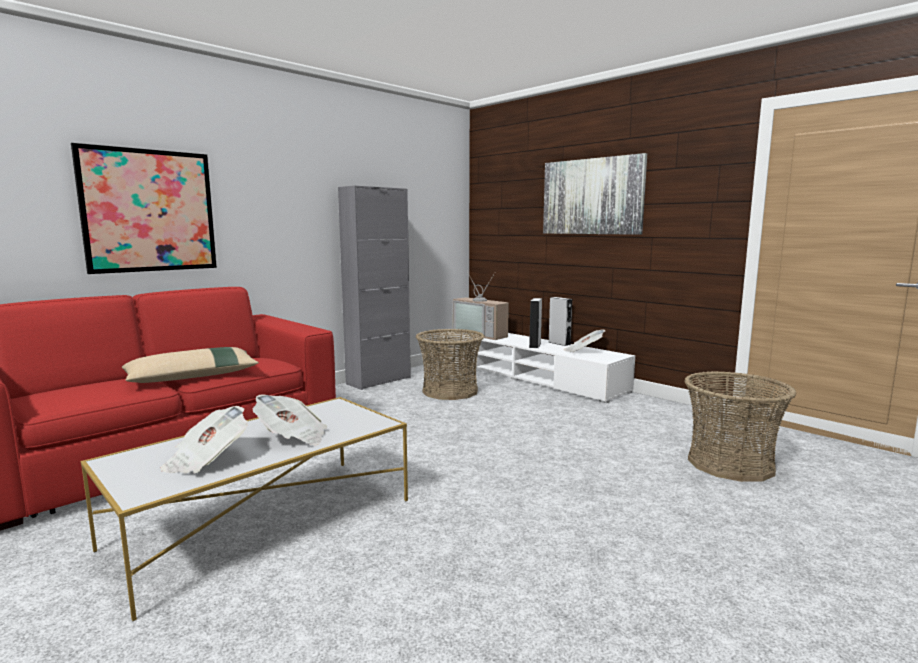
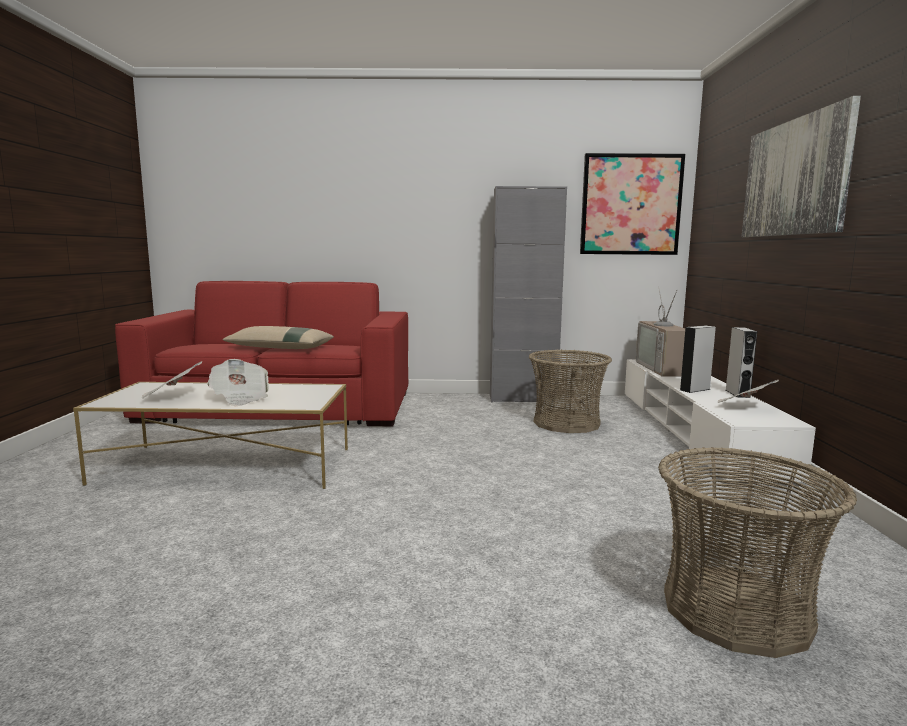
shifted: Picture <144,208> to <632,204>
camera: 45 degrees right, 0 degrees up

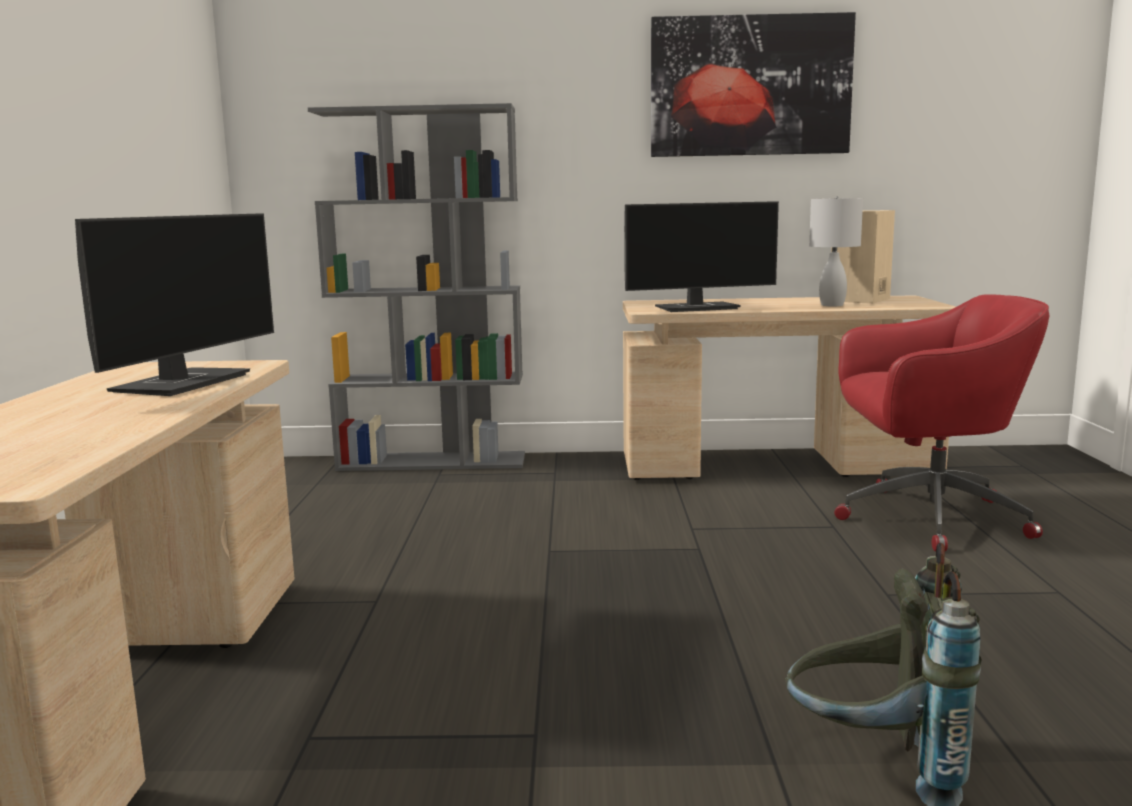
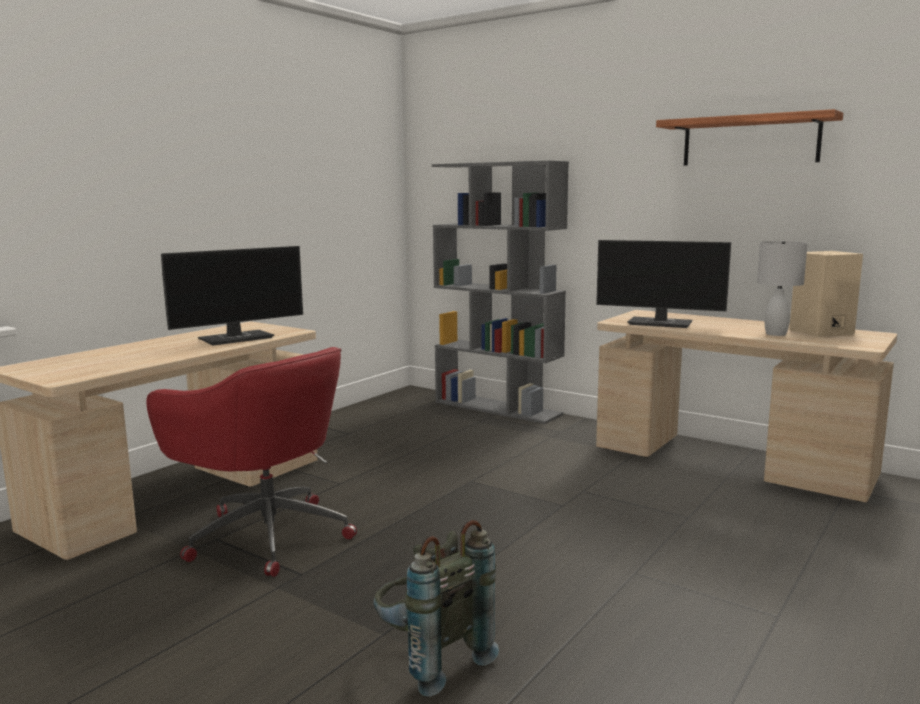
shifted: RedOfficeChair <942,422> to <252,462>
swapped: Picture <753,84> to Shelf <749,137>
camera: 35 degrees right, 0 degrees up

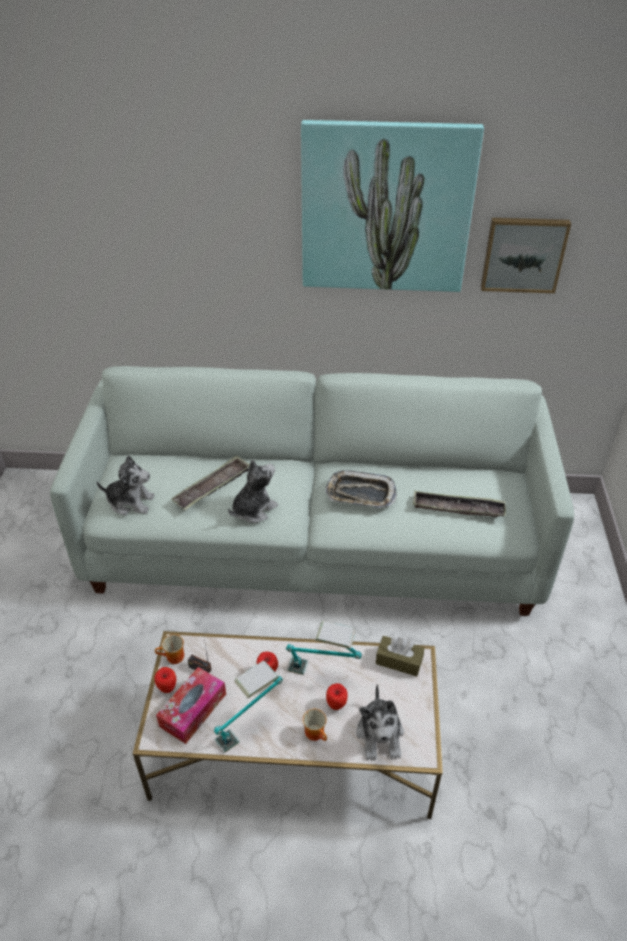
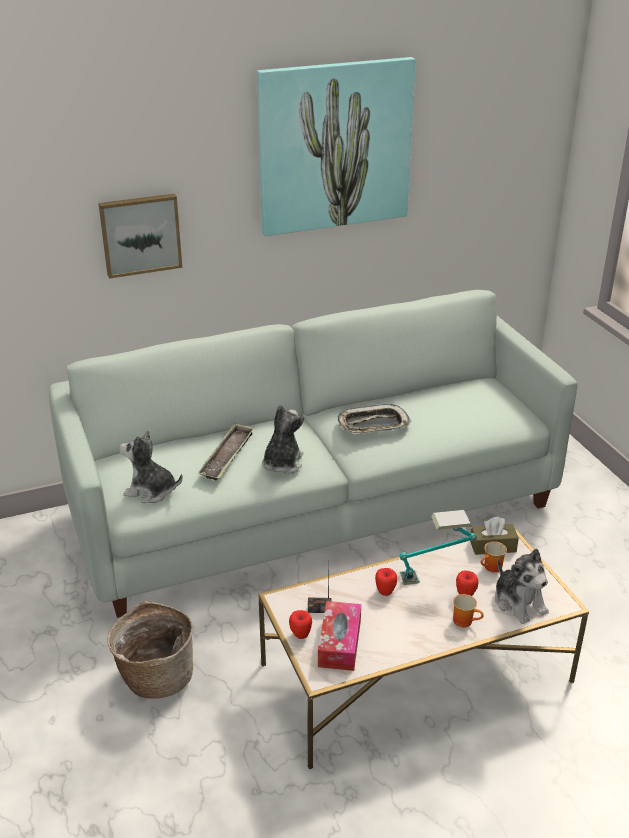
gone: Tray <459,504>; TableLamp <248,706>
new: Basket <150,650>
shifted: Picture <526,255> to <140,236>; Mug <169,649> to <494,556>
rotated: PlushToy <125,485> = <151,466> 150 degrees counterclockwise
camera: 25 degrees left, 10 degrees down

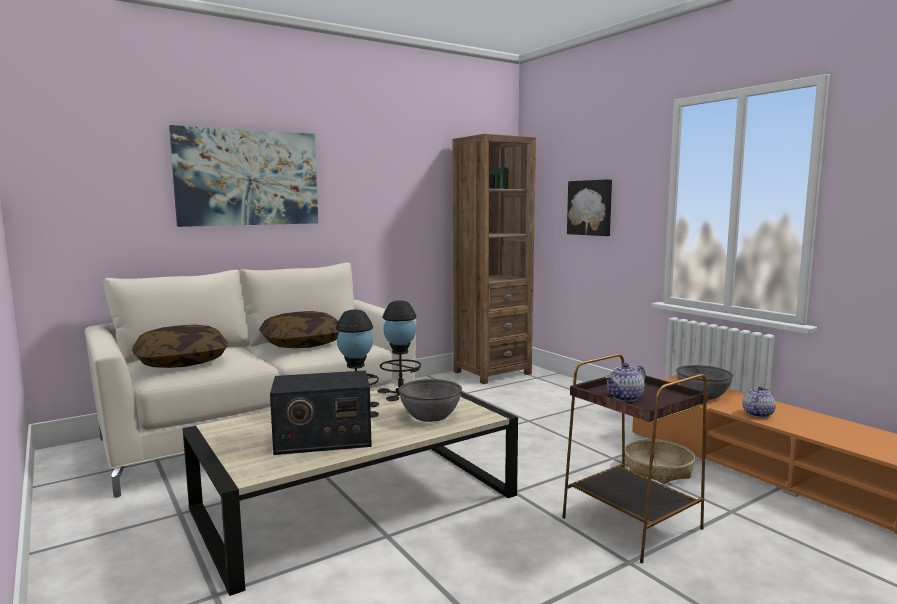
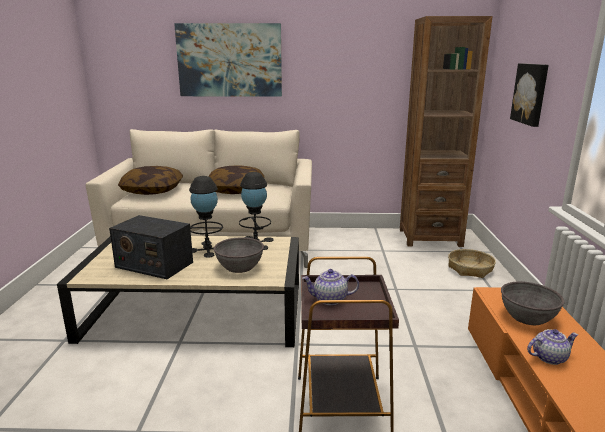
shifted: Basket <660,461> to <472,263>
camera: 35 degrees right, 10 degrees up

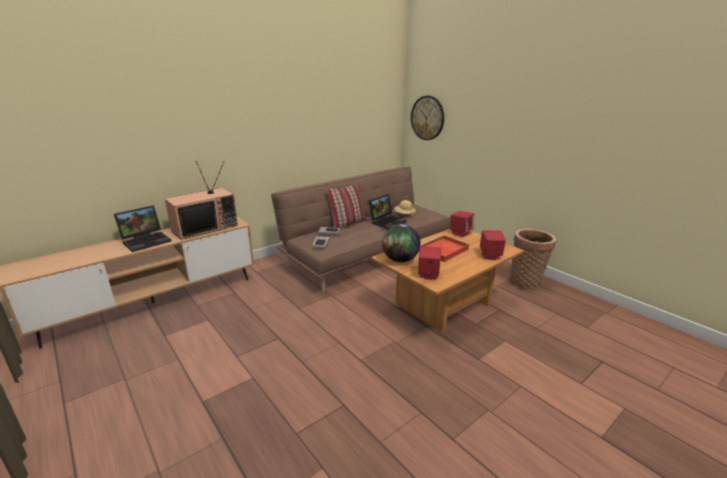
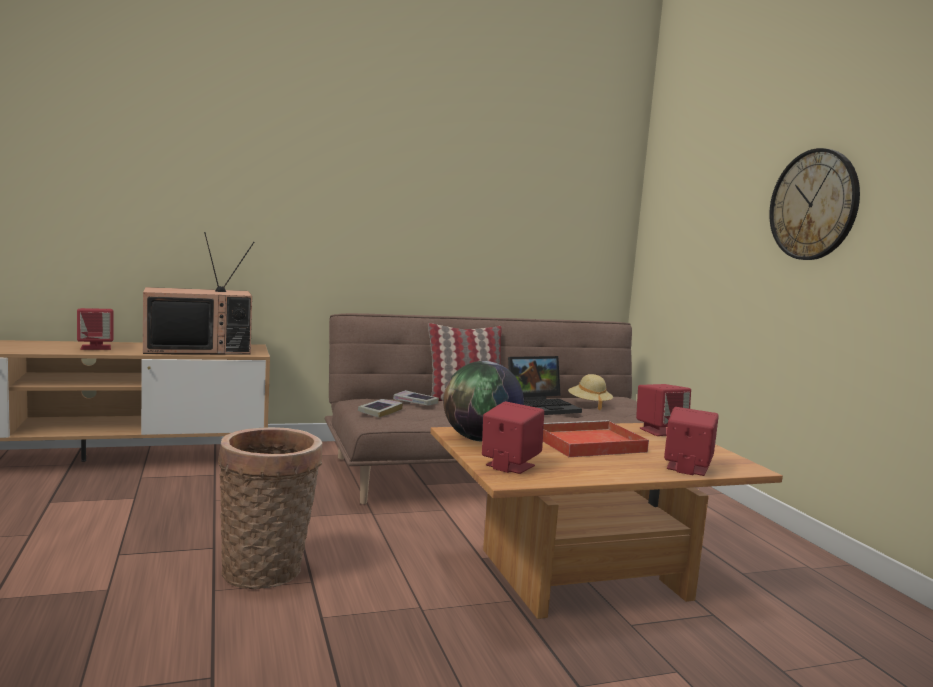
shifted: WallClock <427,118> to <814,204>; Basket <532,259> to <270,508>
swapped: Laptop <142,228> to RedSpeaker <95,329>
camera: 20 degrees right, 15 degrees down

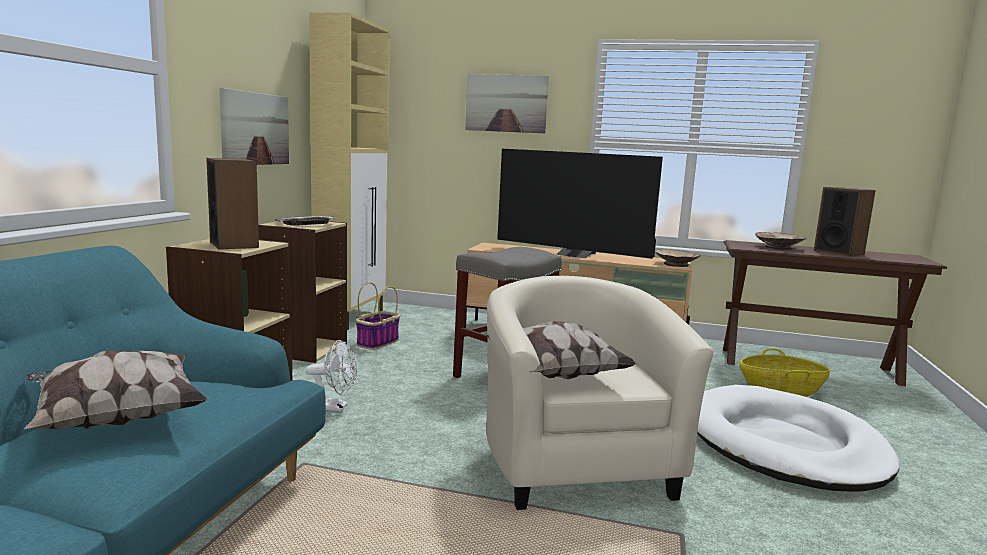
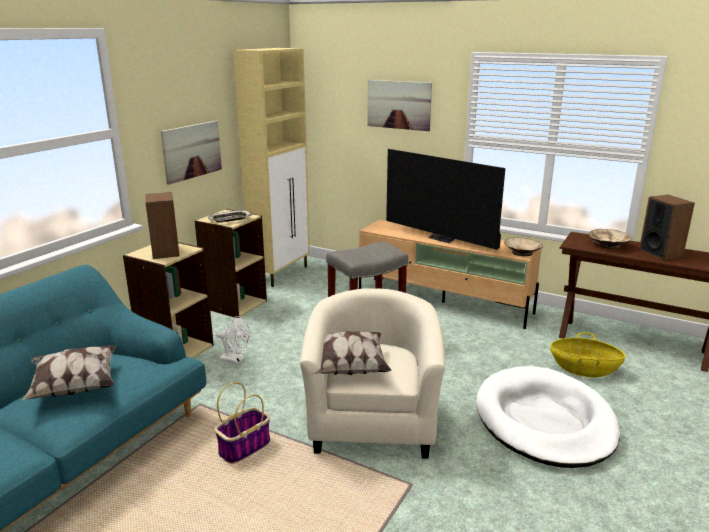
shifted: Basket <378,316> to <242,423>
camera: 15 degrees right, 10 degrees up

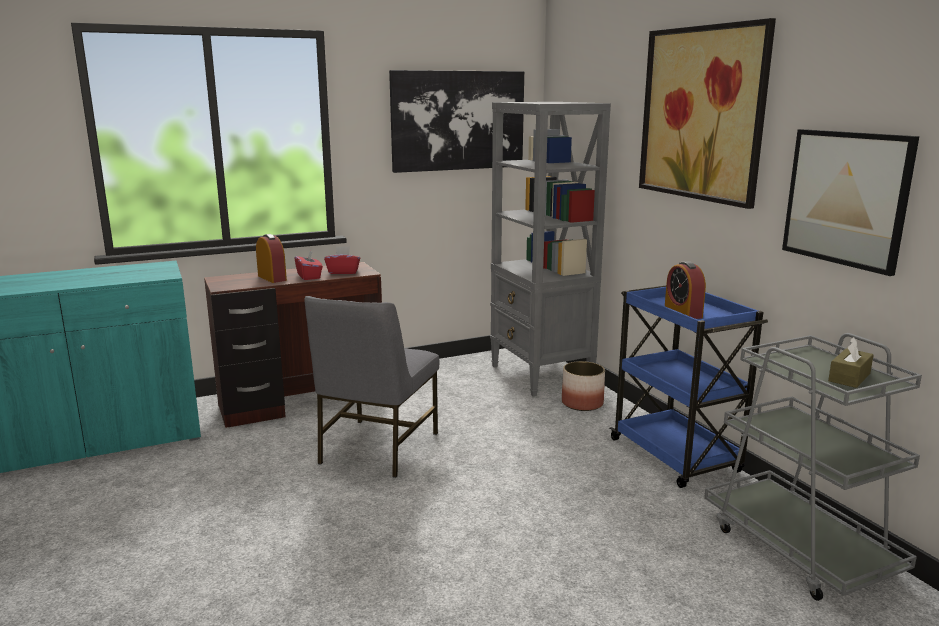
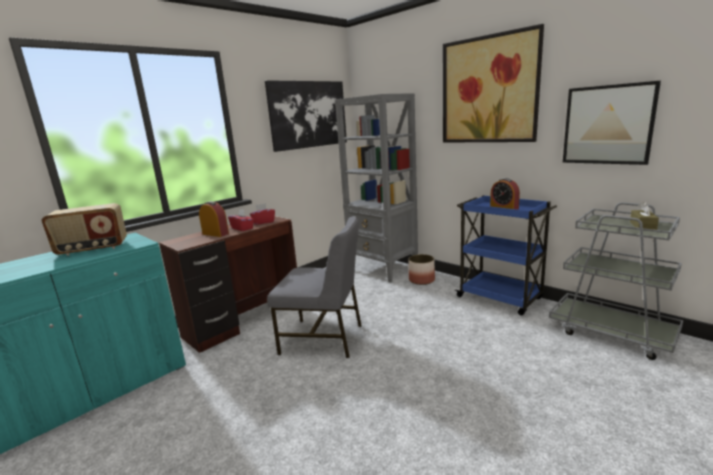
new: Radio <84,229>
rotated: GreyChair <371,387> = <314,287> 75 degrees counterclockwise
camera: 20 degrees left, 0 degrees up

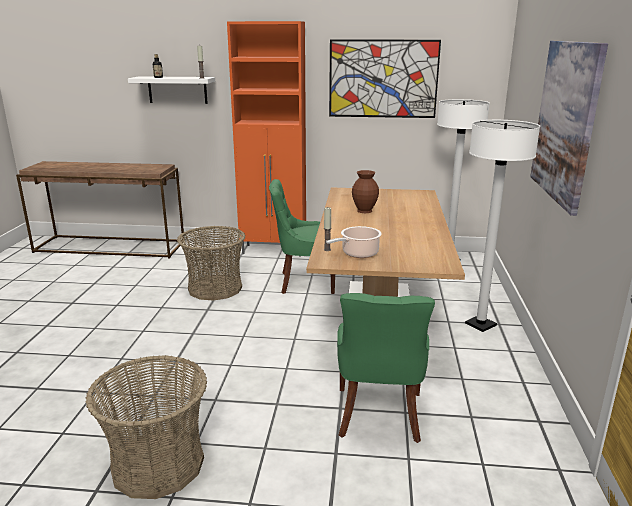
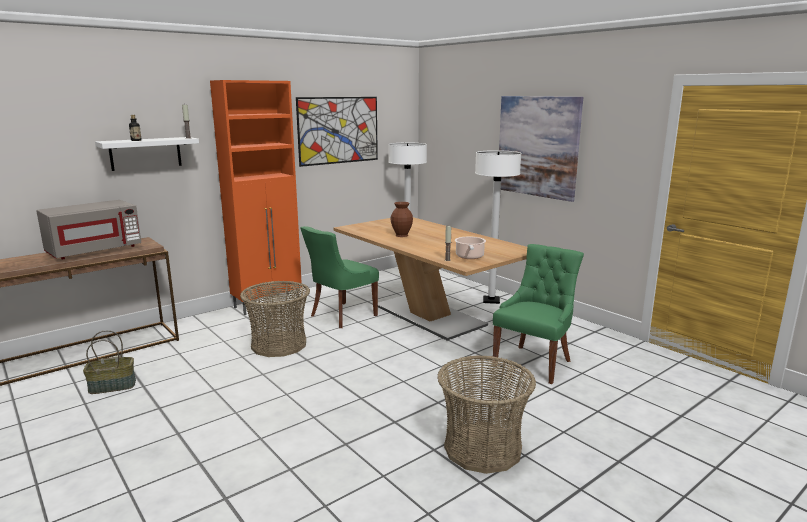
new: GreyMicrowave <88,229>; Basket <109,362>
rotated: GreenChair <386,368> = <538,314> 105 degrees counterclockwise
camera: 45 degrees left, 5 degrees down

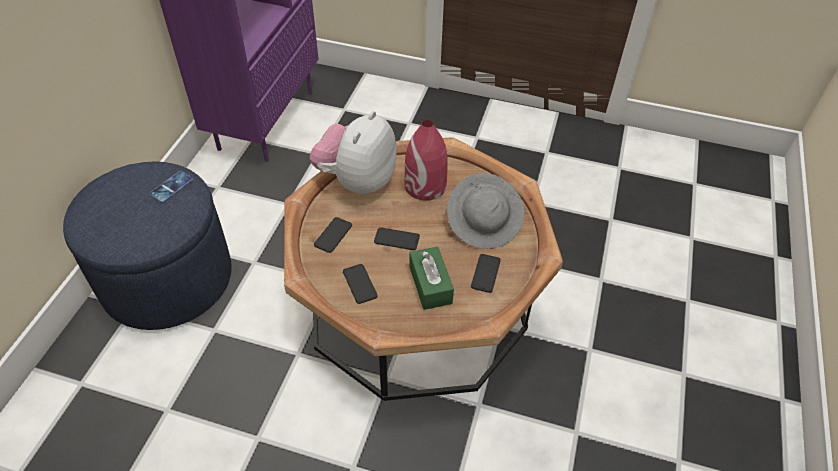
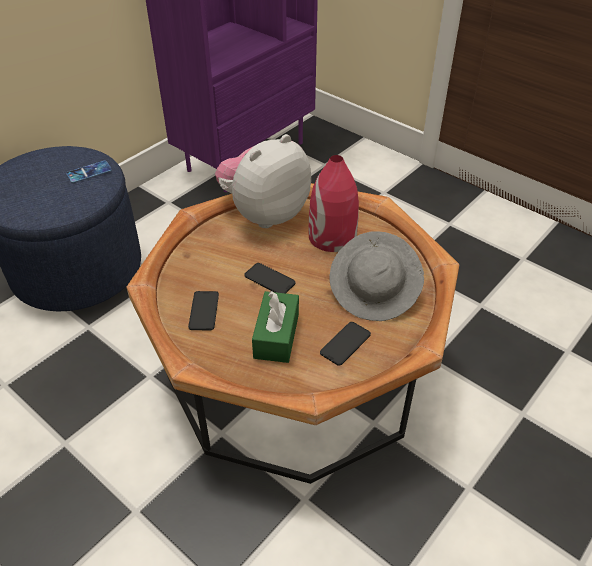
gone: Phone <333,235>
camera: 25 degrees right, 5 degrees down

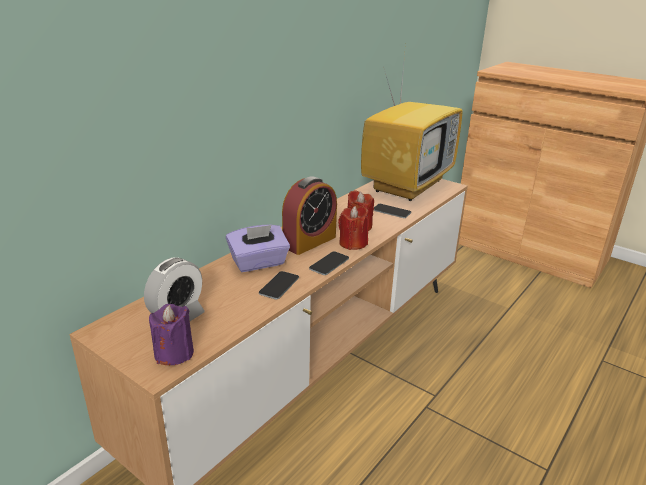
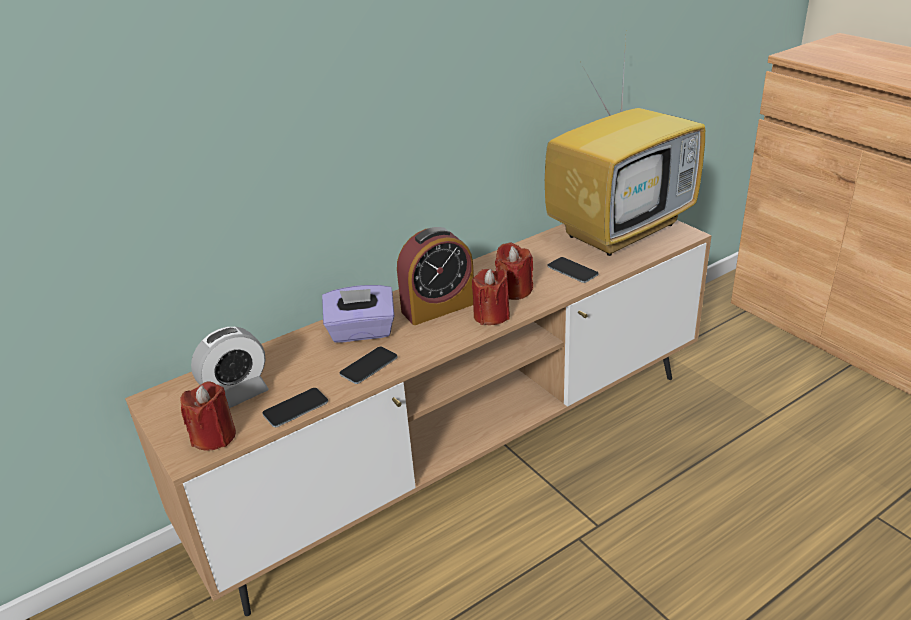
shifted: Phone <329,263> to <295,407>
repainted: PurpleCandle <171,334> to RedCandle <208,416>
camera: 20 degrees right, 5 degrees up

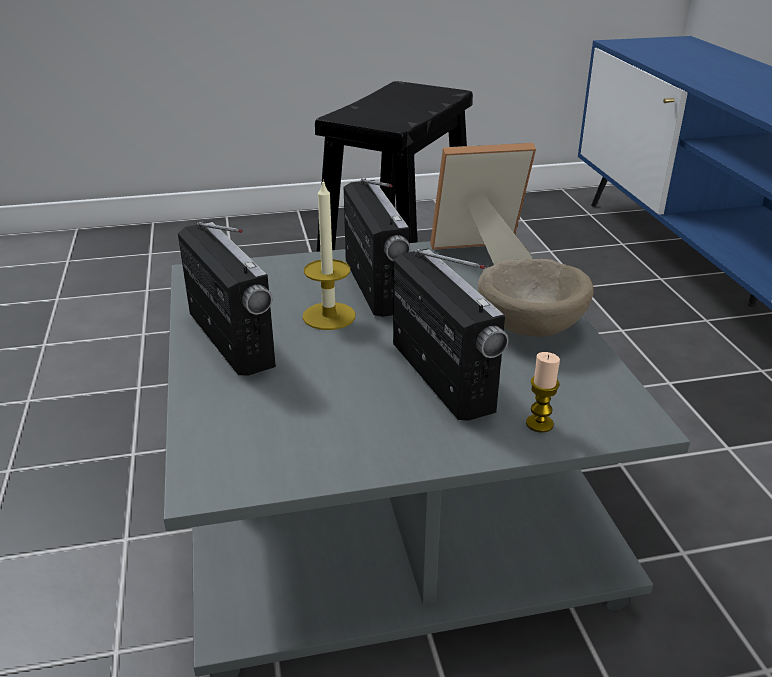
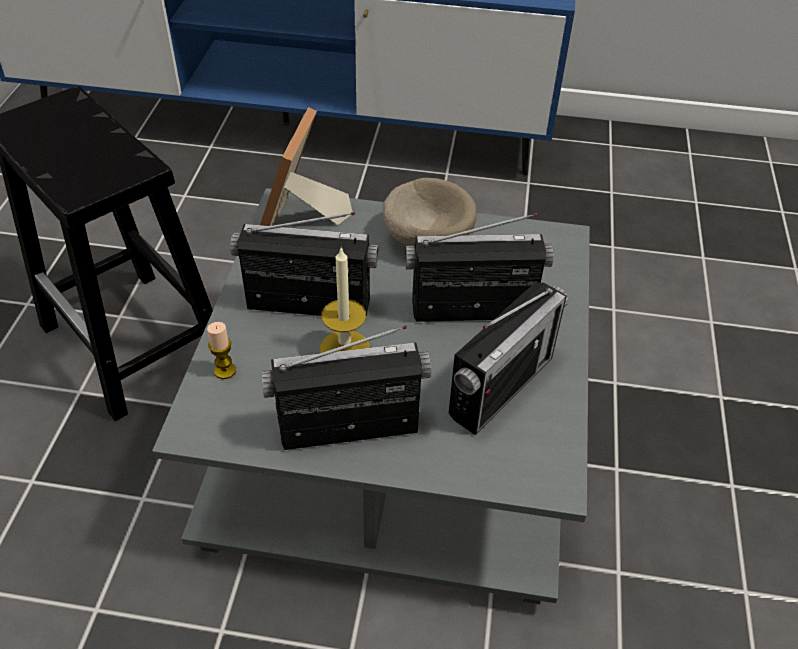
new: Radio <508,358>
shifted: Candle <543,392> to <221,350>
camera: 70 degrees left, 15 degrees up

